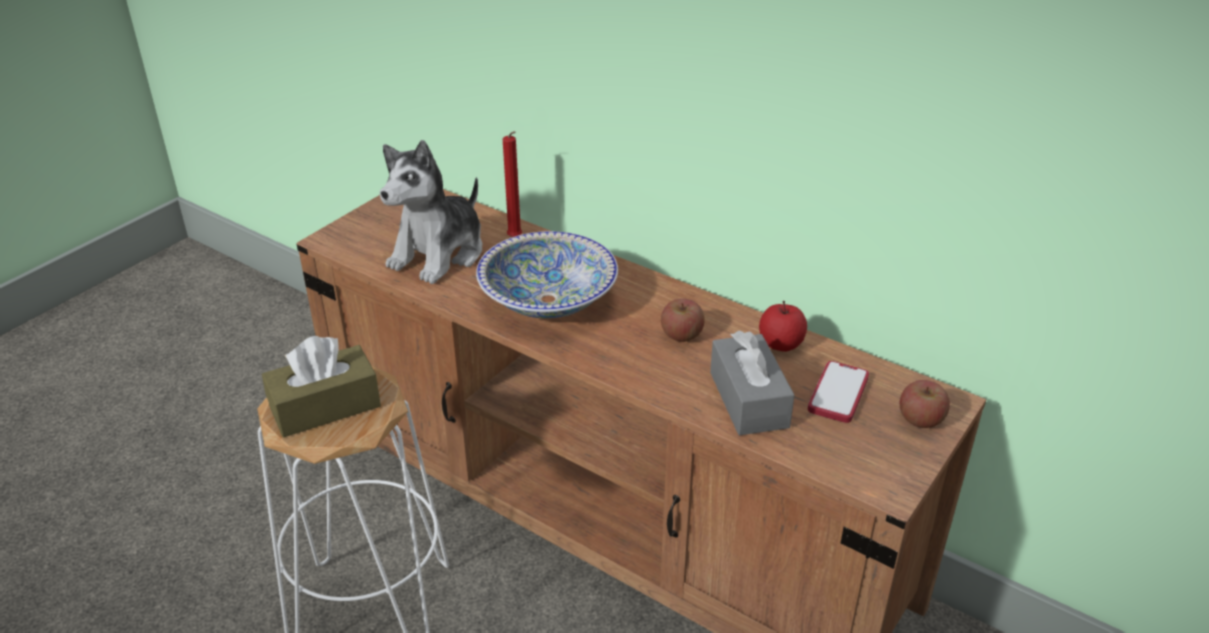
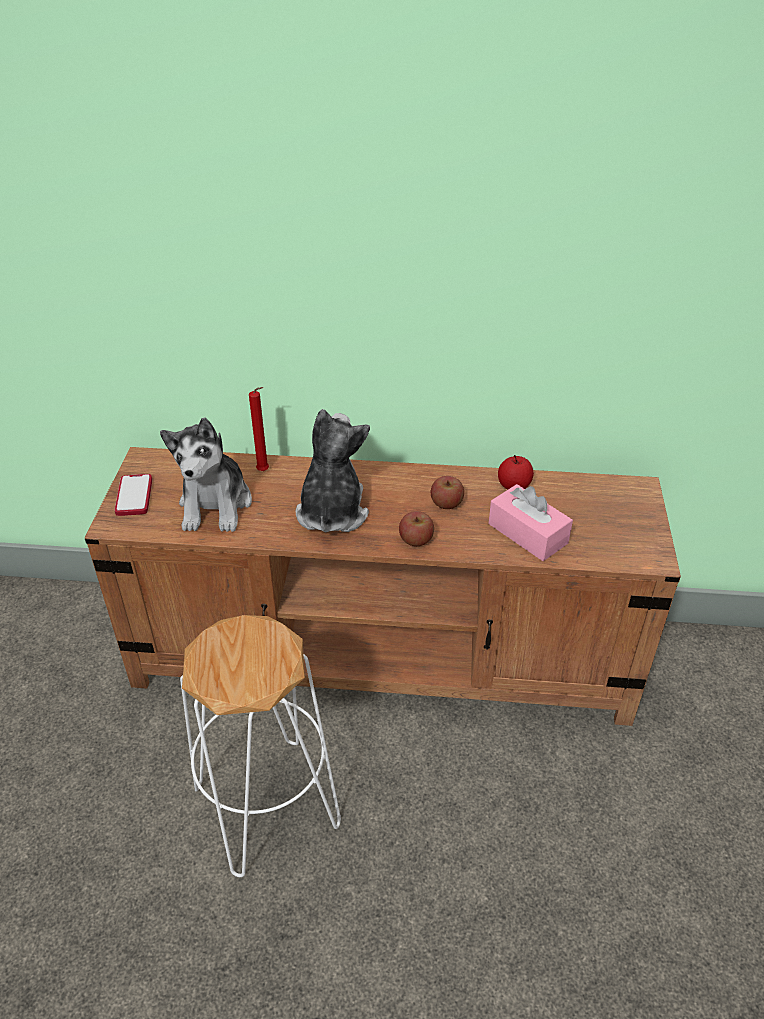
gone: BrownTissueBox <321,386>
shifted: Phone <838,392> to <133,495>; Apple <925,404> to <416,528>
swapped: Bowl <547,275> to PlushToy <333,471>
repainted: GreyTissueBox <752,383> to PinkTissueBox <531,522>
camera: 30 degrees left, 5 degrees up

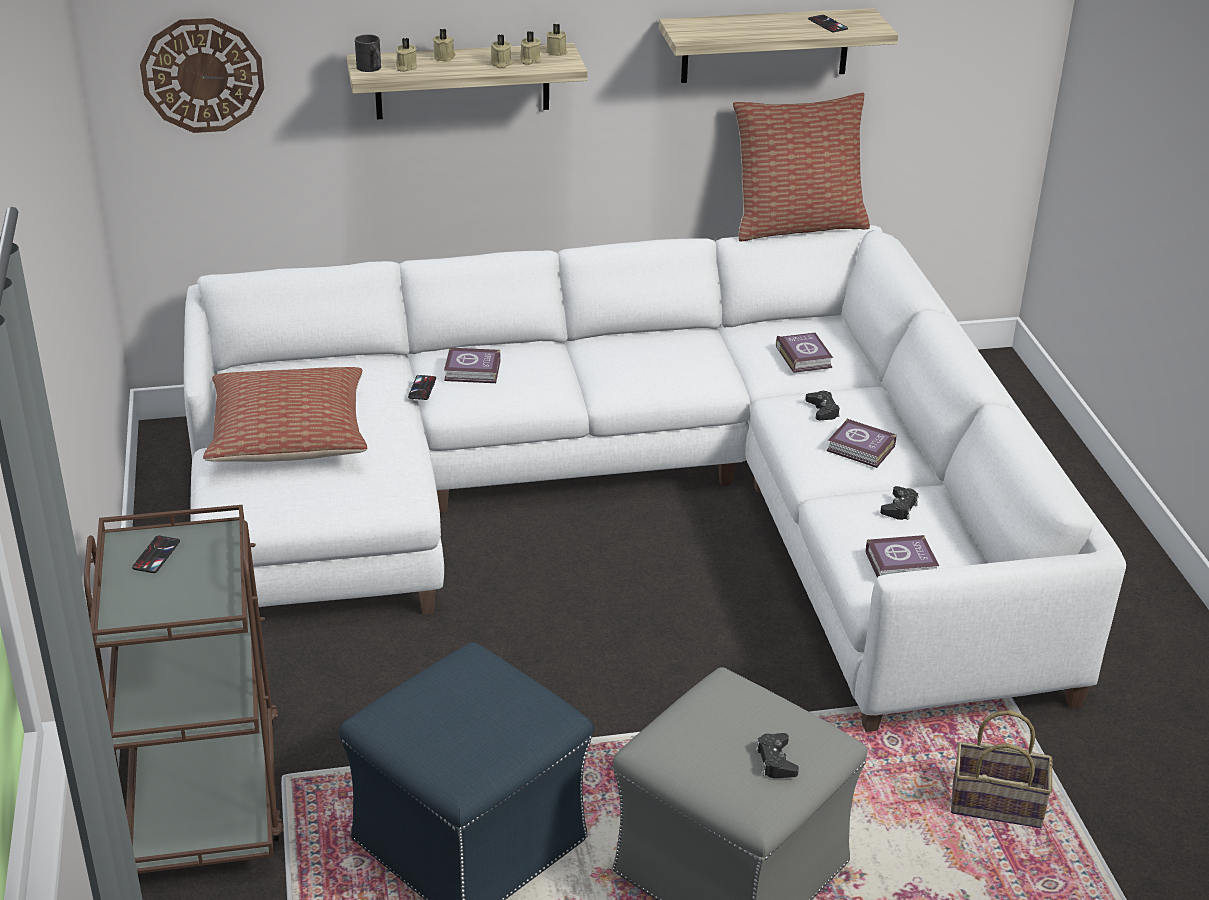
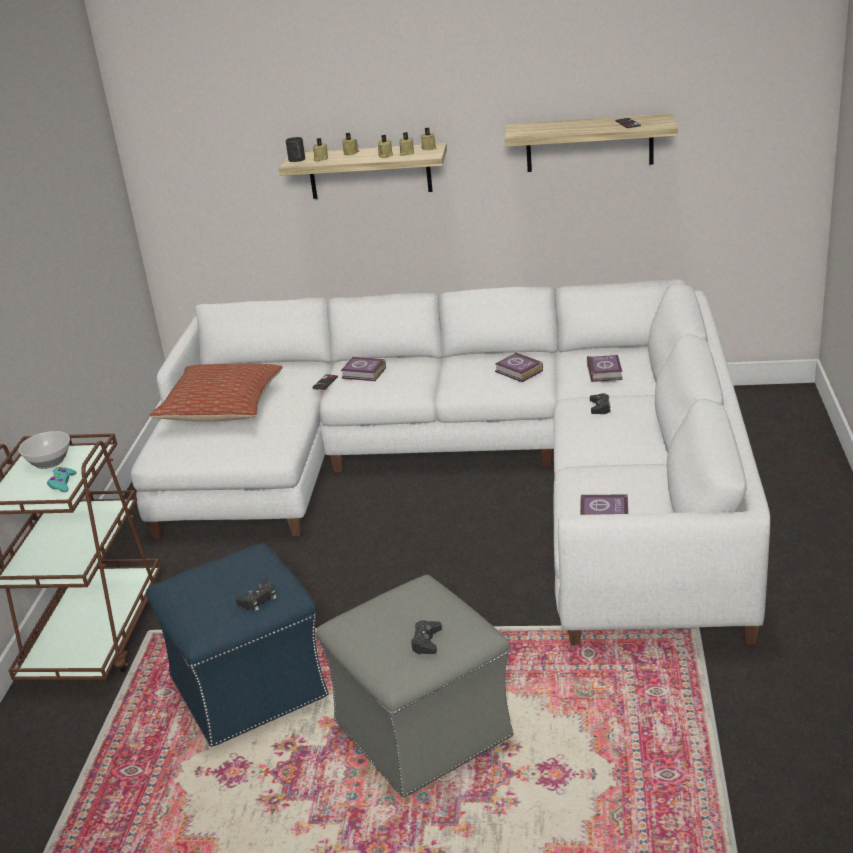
gone: WallClock <202,75>; Pillow <801,166>; Basket <1001,769>
new: TurquoiseGameController <62,479>
shifted: Book <861,443> to <519,367>; BlackGameController <899,503> to <256,595>
swapped: Phone <156,554> to Bowl <44,450>
camera: 20 degrees right, 5 degrees down

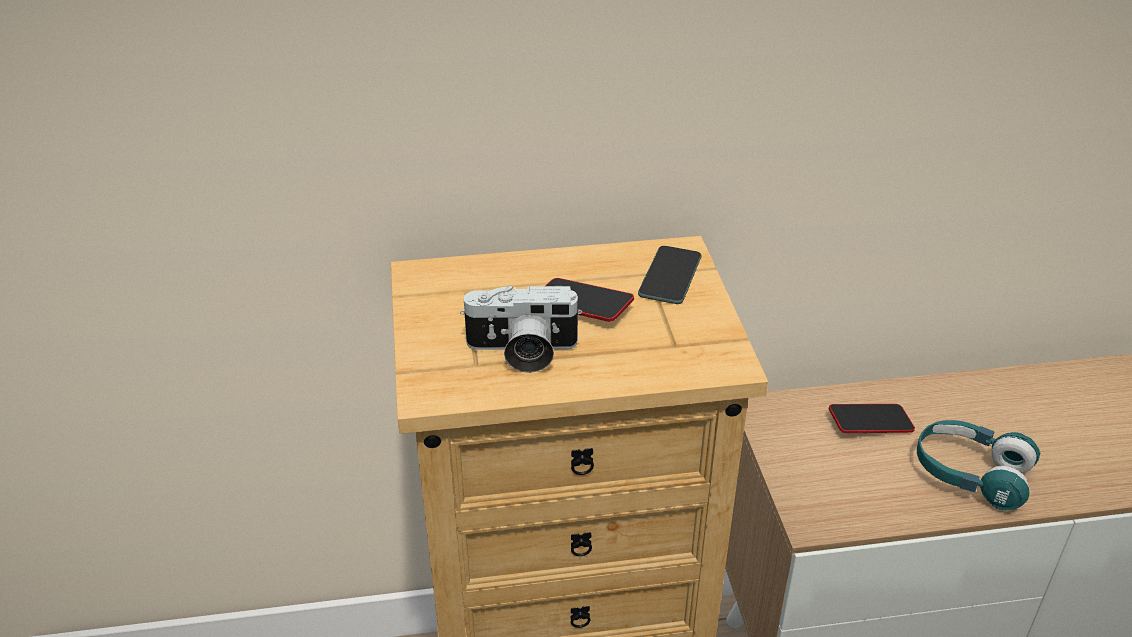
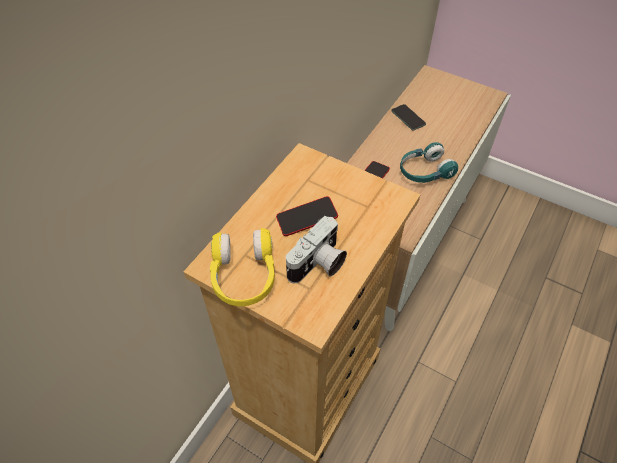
new: YellowHeadphones <242,267>
shifted: Phone <670,275> to <408,117>
camera: 50 degrees left, 15 degrees up

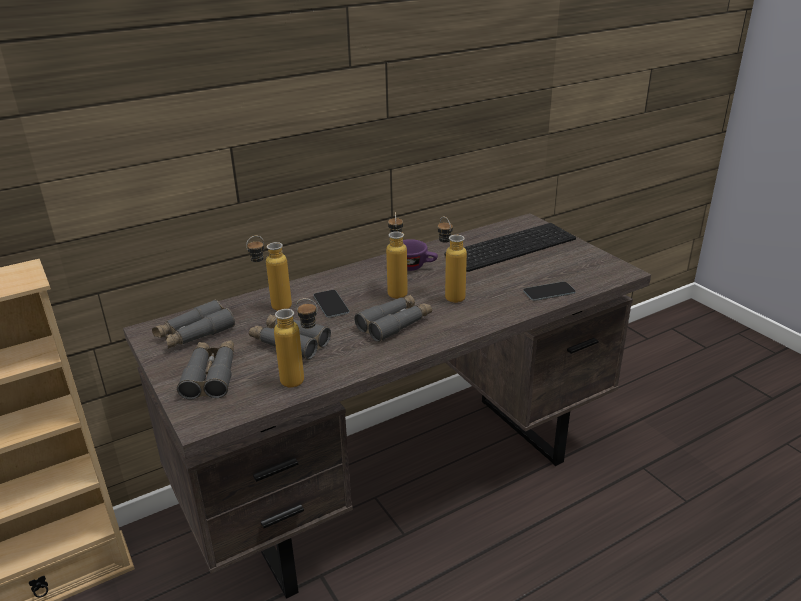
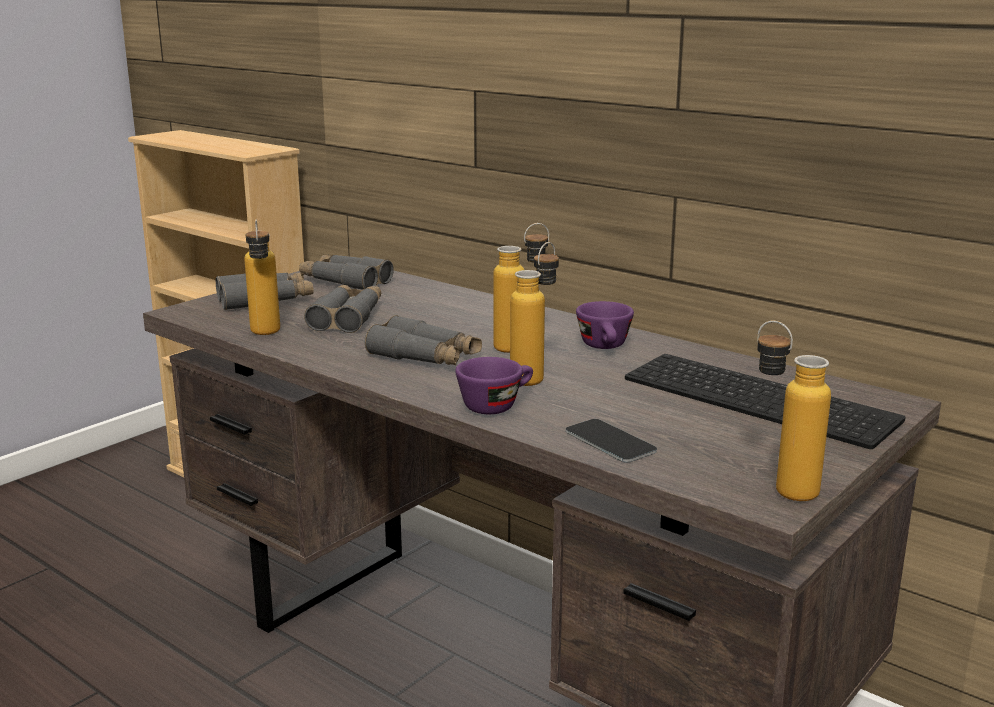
gone: Phone <331,304>
new: PurpleCup <494,385>
shifted: Bottle <269,273> to <794,411>
camera: 70 degrees right, 10 degrees down

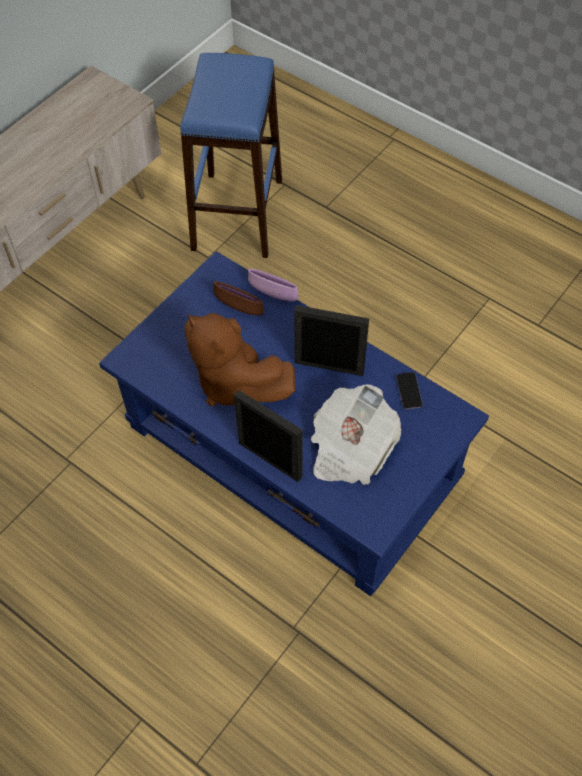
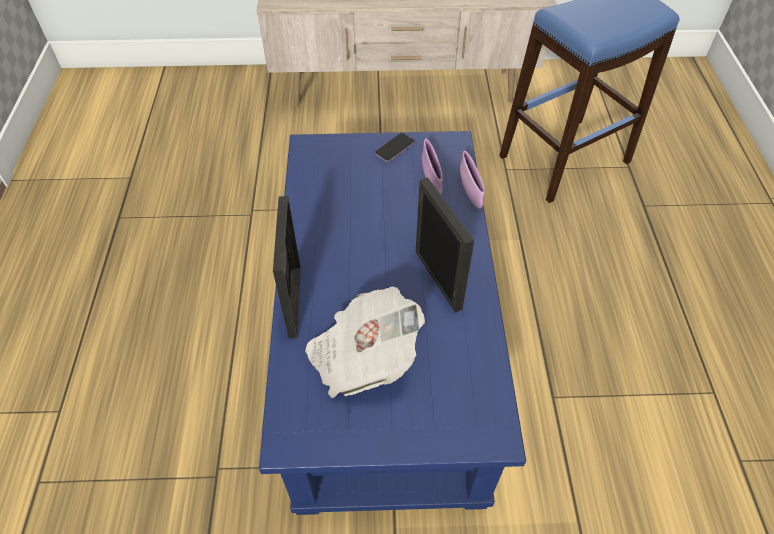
gone: BrownPlushToy <240,360>
shifted: Phone <409,390> to <395,147>
repainted: BrownBowl <238,298> to PurpleBowl <432,166>
camera: 50 degrees right, 5 degrees down

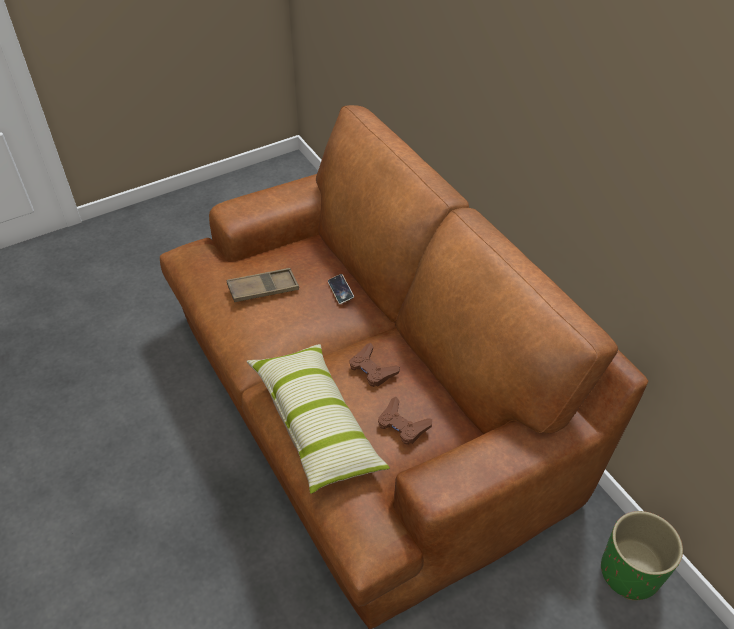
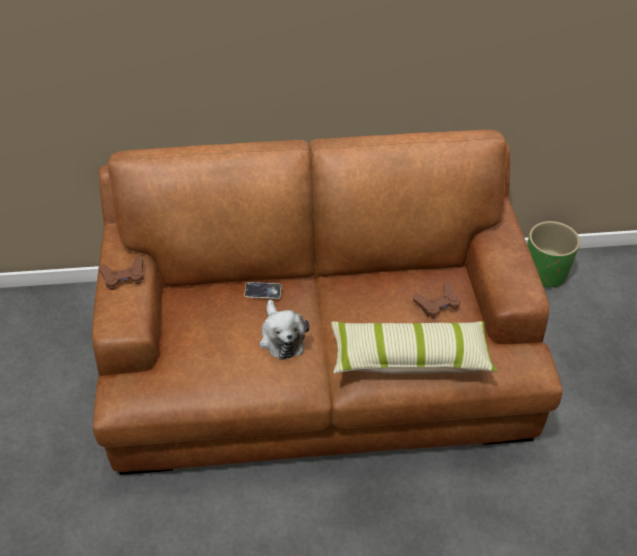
gone: BrownTray <263,285>
new: PlushToy <284,330>
shifted: BrownGameController <374,365> to <121,273>
camera: 65 degrees left, 0 degrees up

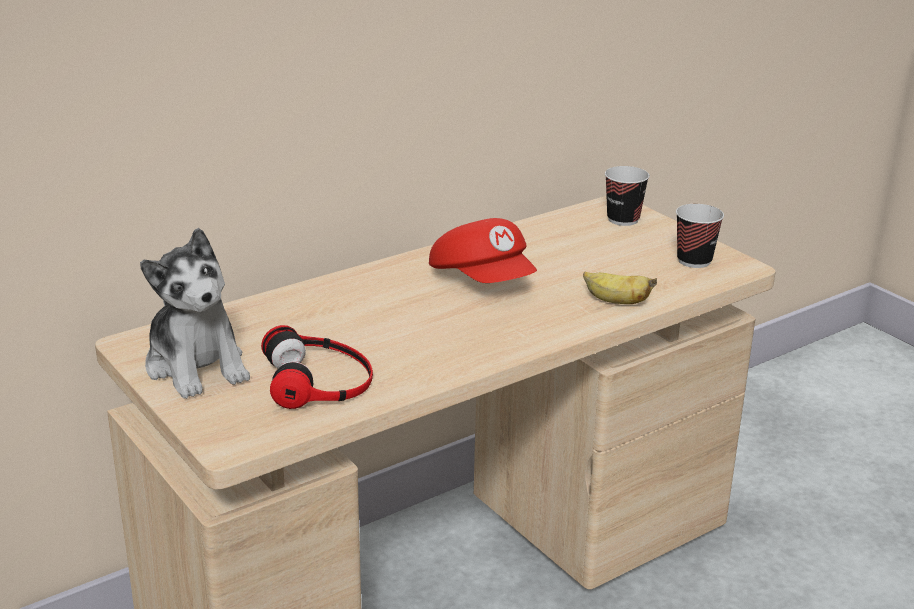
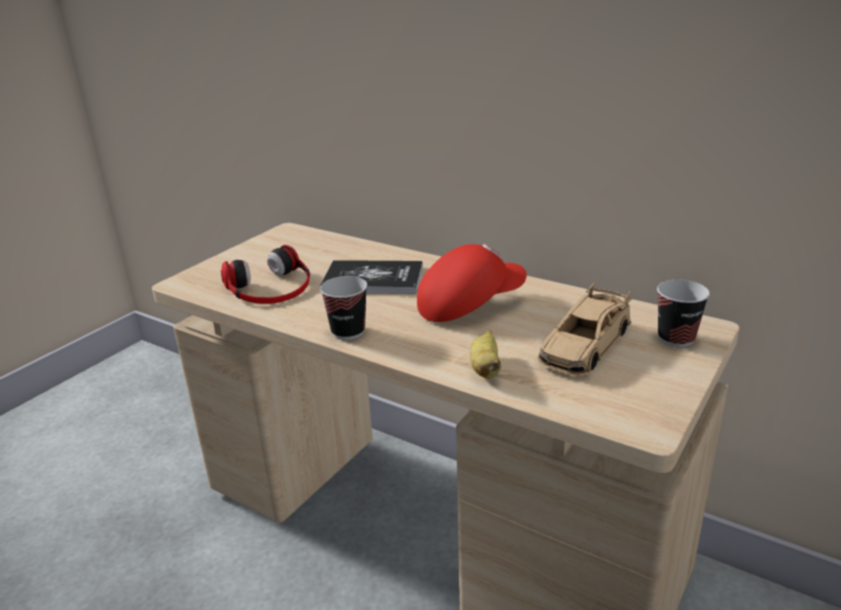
gone: PlushToy <195,313>
new: Book <371,277>; BeigeToyCar <584,329>
shifted: Cup <700,236> to <343,308>
rotated: RedCap <483,250> = <472,283> 150 degrees counterclockwise
camera: 70 degrees right, 0 degrees up

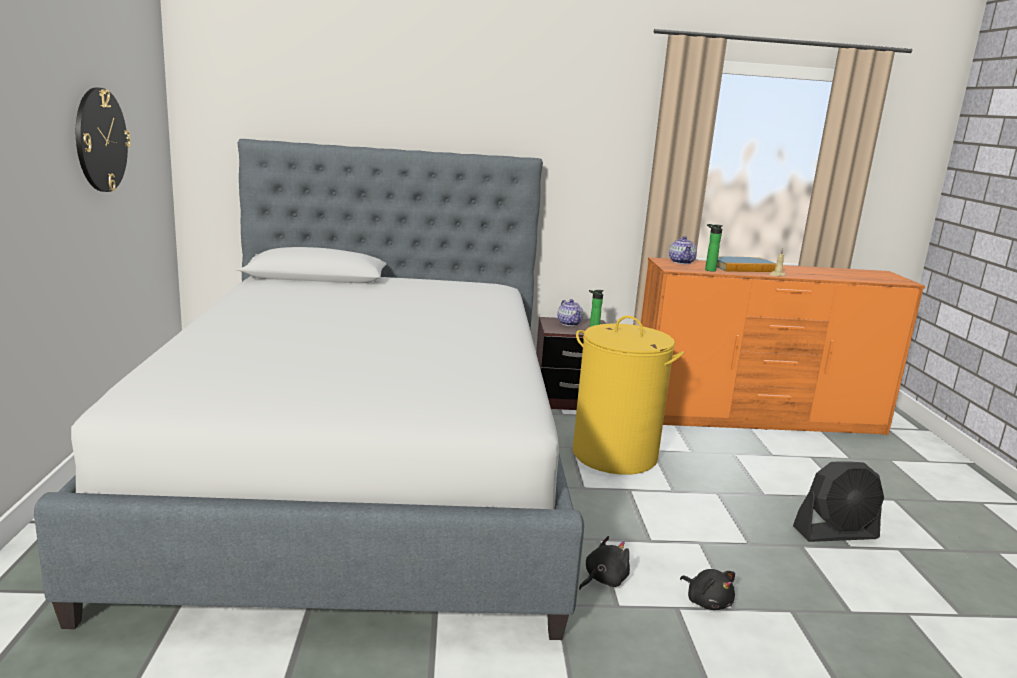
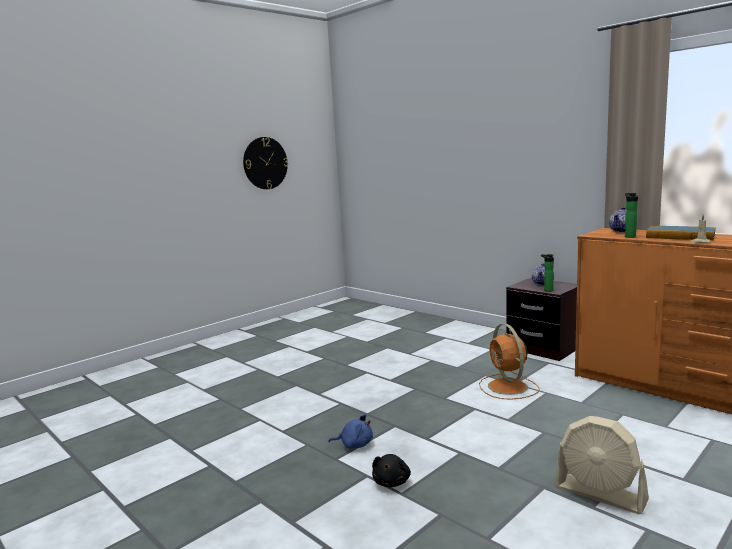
gone: Bed <309,389>
swapped: YellowLaundryBasket <628,395> to OrangeFan <509,362>
repainted: BlackFan <838,501> to BeigeFan <601,465>; BlackPlushToy <604,563> to BluePlushToy <350,431>
camera: 50 degrees right, 5 degrees down

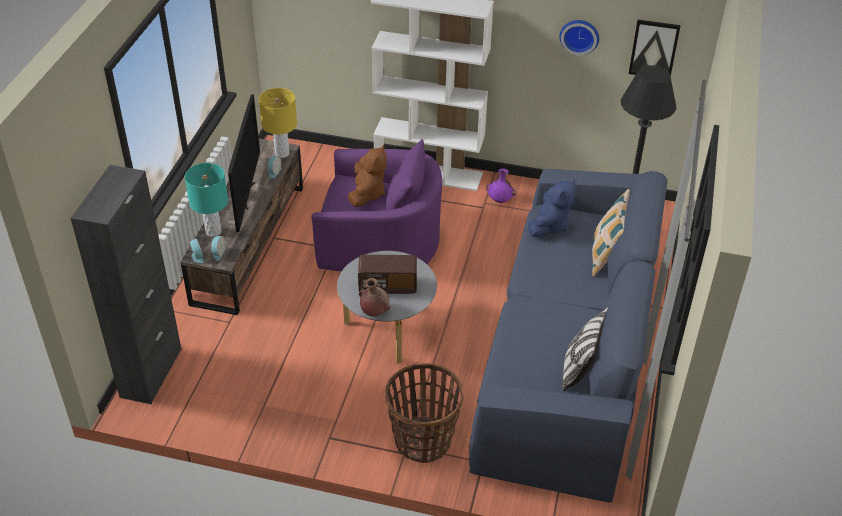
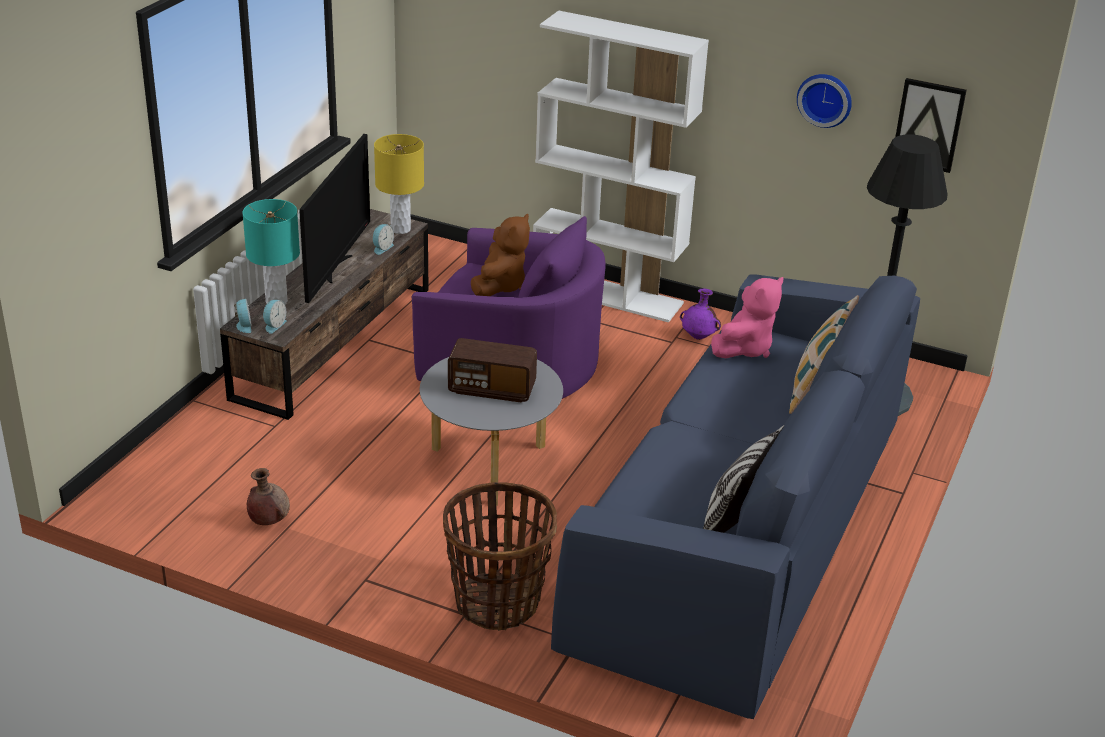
gone: BlackCabinet <126,284>
shifted: BrownVase <374,297> to <268,496>
repainted: BluePlushToy <551,208> to PinkPlushToy <747,317>
camera: 10 degrees right, 10 degrees down

